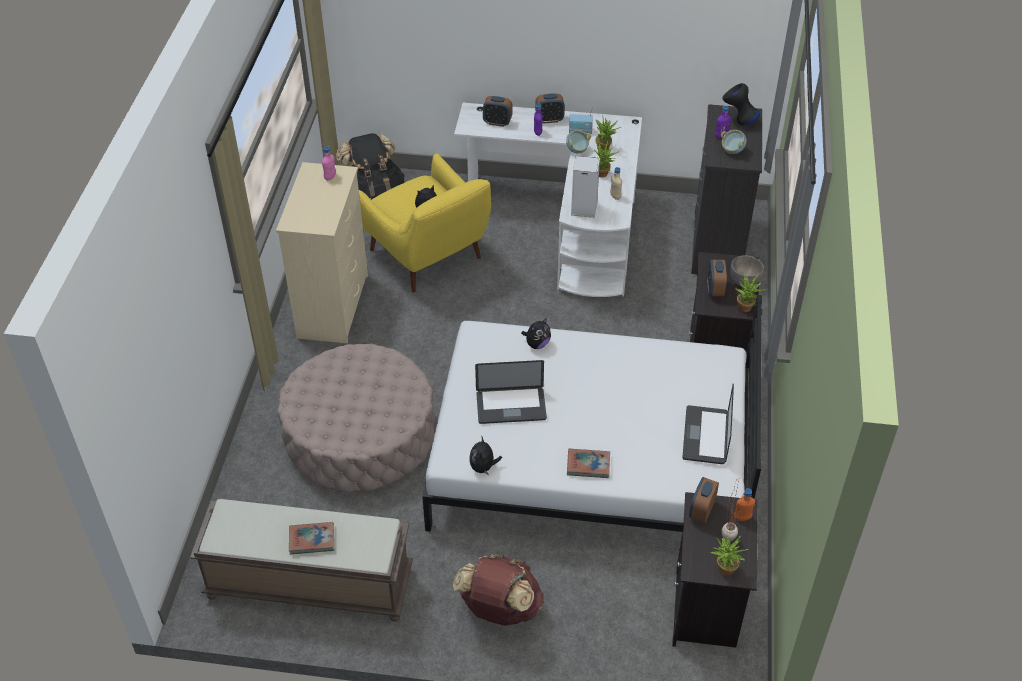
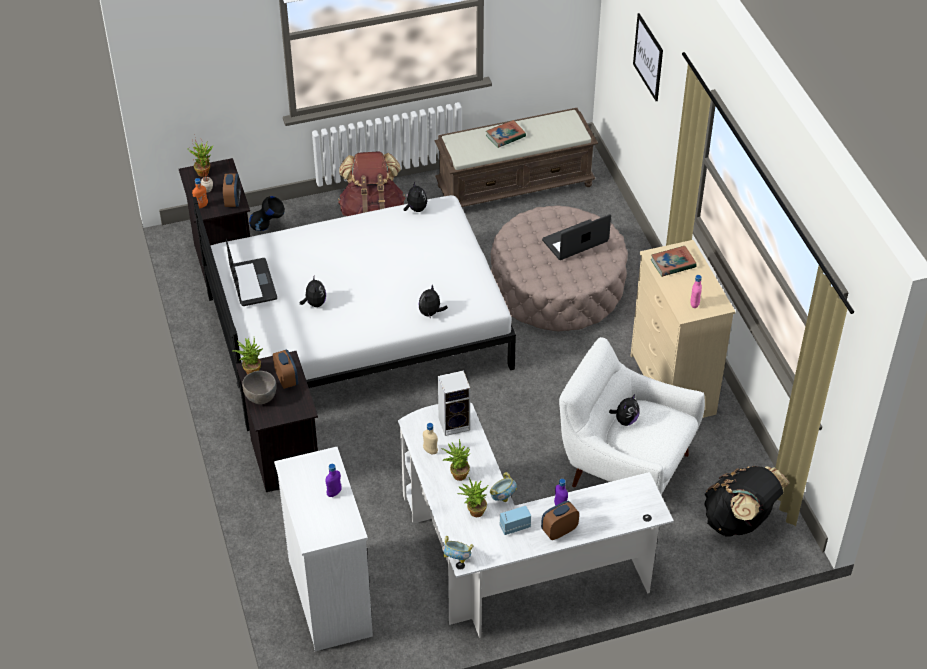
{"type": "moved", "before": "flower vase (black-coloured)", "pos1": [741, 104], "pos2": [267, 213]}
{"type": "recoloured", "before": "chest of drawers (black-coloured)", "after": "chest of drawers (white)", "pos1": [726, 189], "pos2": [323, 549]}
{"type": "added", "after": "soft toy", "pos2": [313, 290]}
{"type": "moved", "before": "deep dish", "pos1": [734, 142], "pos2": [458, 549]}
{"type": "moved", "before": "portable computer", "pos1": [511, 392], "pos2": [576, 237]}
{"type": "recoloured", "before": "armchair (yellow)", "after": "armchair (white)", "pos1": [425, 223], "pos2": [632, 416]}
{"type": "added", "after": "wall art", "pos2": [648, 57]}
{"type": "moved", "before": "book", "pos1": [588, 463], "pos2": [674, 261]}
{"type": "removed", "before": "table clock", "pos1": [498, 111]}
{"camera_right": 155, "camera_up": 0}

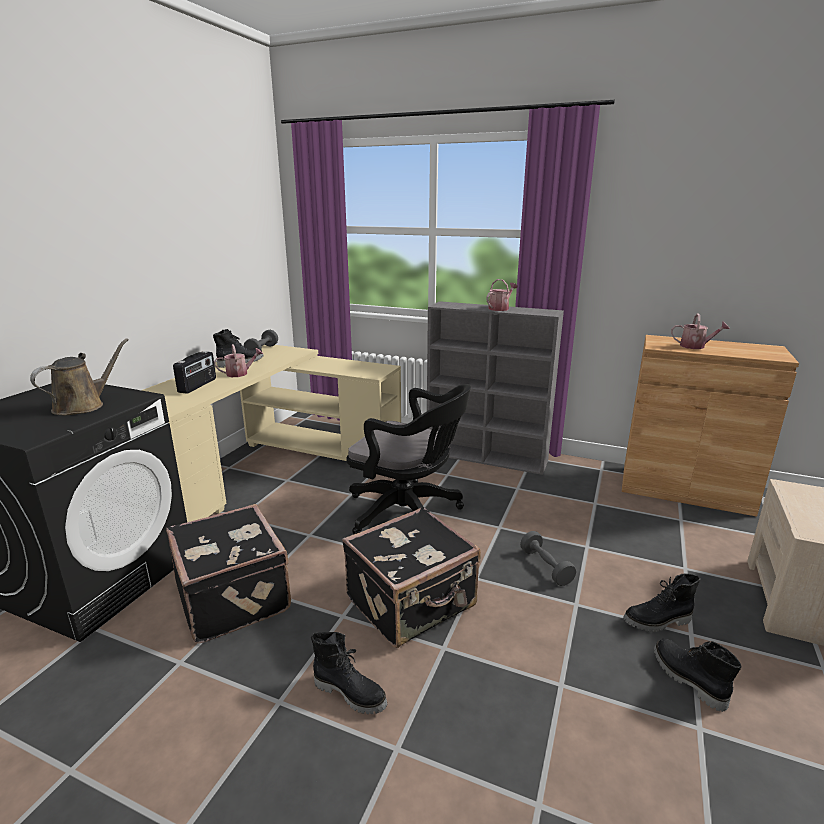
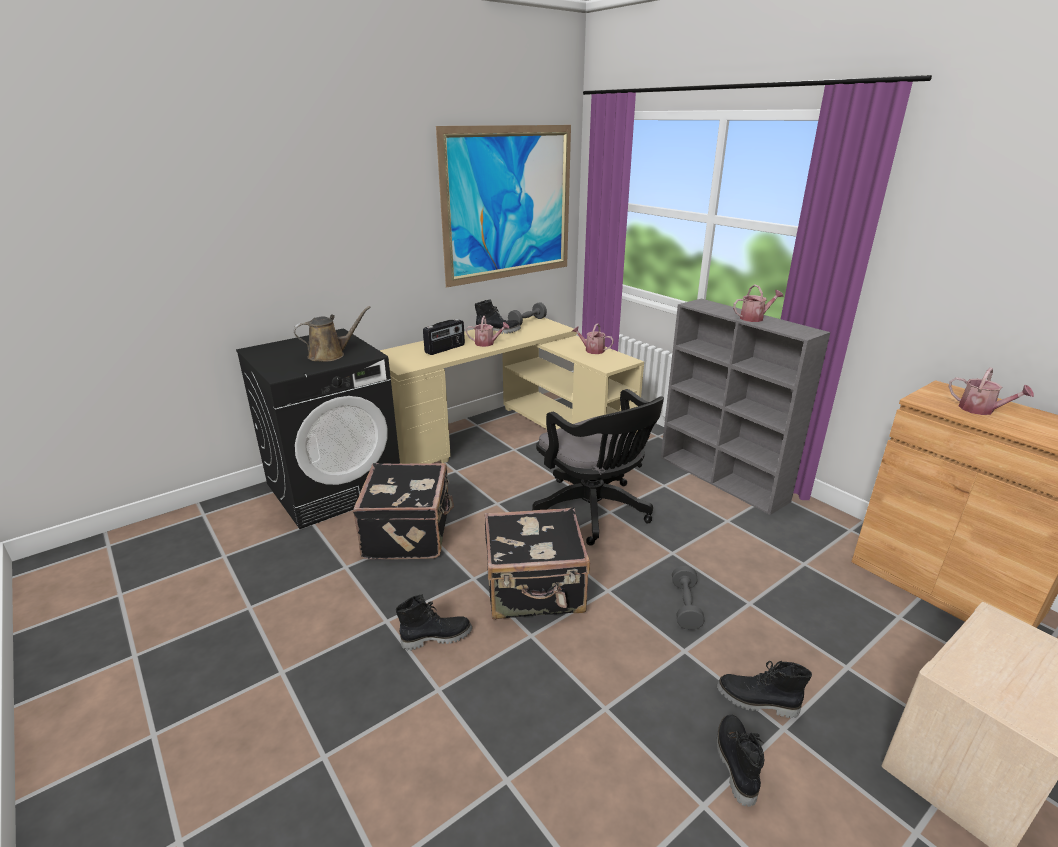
{"type": "turned", "before": "high-top boot (black-coloured)", "pos1": [349, 673], "pos2": [434, 622], "turn": -75}
{"type": "added", "after": "wall art", "pos2": [503, 206]}
{"type": "added", "after": "sprinkling can", "pos2": [593, 338]}
{"camera_right": 30, "camera_up": 5}

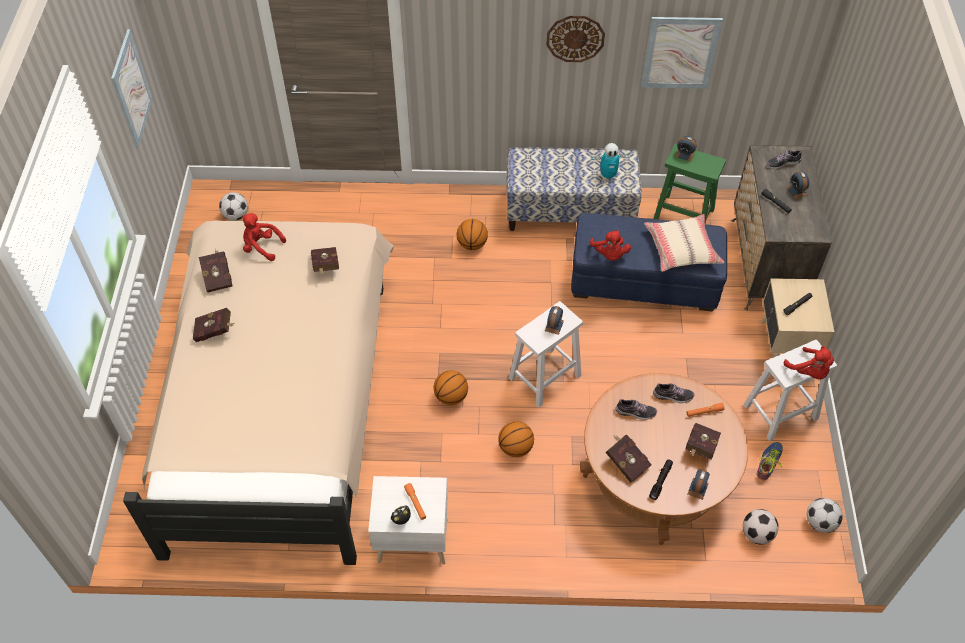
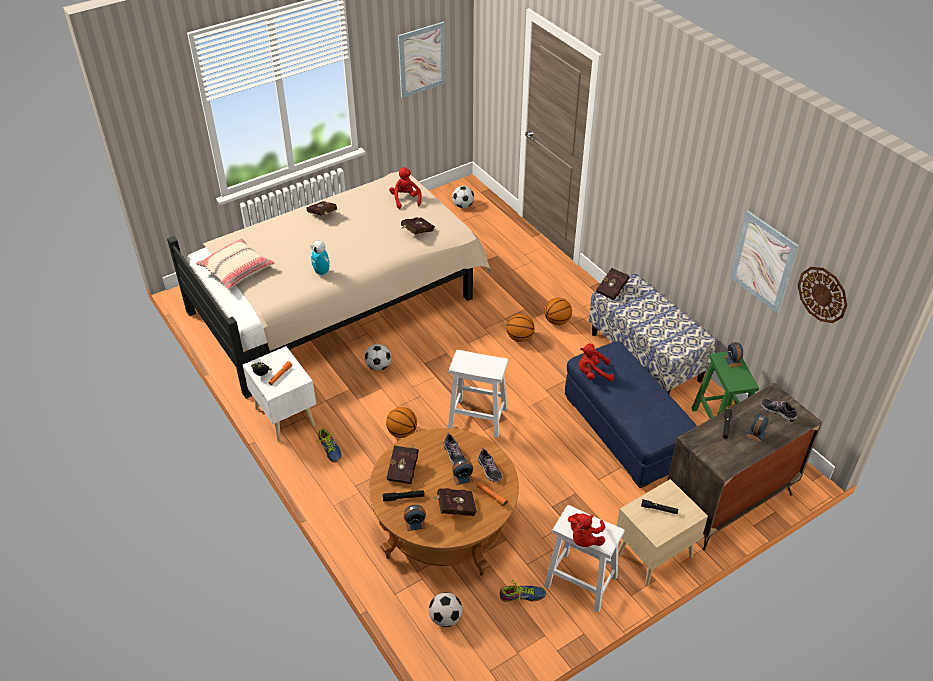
{"type": "moved", "before": "cushion (sand-coloured)", "pos1": [684, 243], "pos2": [235, 264]}
{"type": "moved", "before": "robot figure", "pos1": [610, 161], "pos2": [320, 259]}
{"type": "added", "after": "shoe", "pos2": [328, 445]}
{"type": "moved", "before": "football", "pos1": [825, 515], "pos2": [378, 357]}
{"type": "moved", "before": "table clock", "pos1": [554, 320], "pos2": [462, 472]}
{"type": "moved", "before": "basketball ball", "pos1": [451, 387], "pos2": [520, 328]}
{"type": "turned", "before": "soft toy (reddish)", "pos1": [610, 245], "pos2": [596, 362], "turn": 45}
{"type": "moved", "before": "book (reddish)", "pos1": [215, 271], "pos2": [613, 284]}
{"type": "moved", "before": "wall clock", "pos1": [575, 38], "pos2": [823, 295]}
{"camera_right": 55, "camera_up": -10}

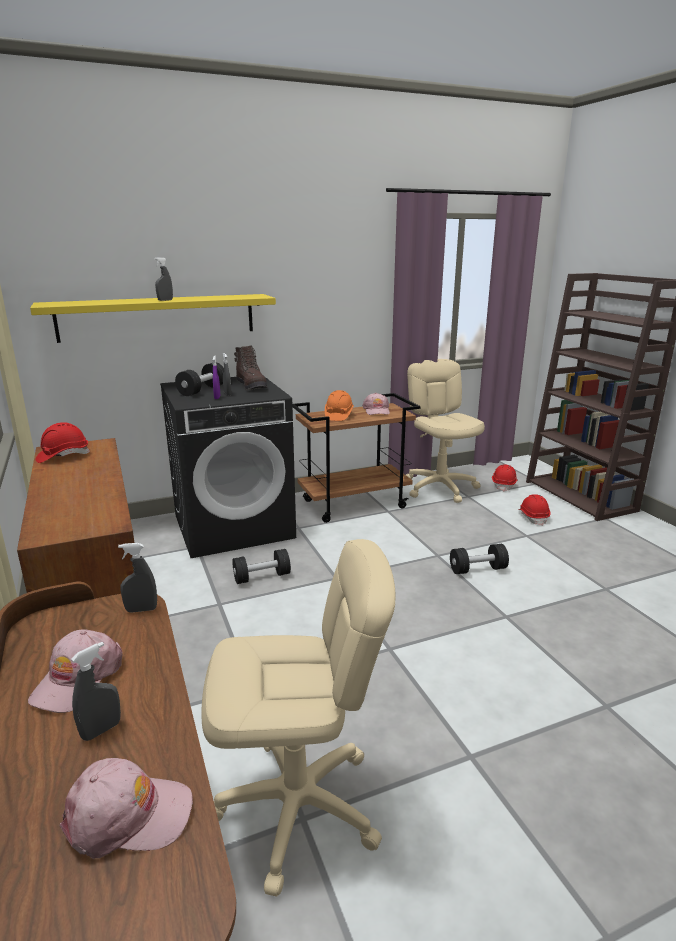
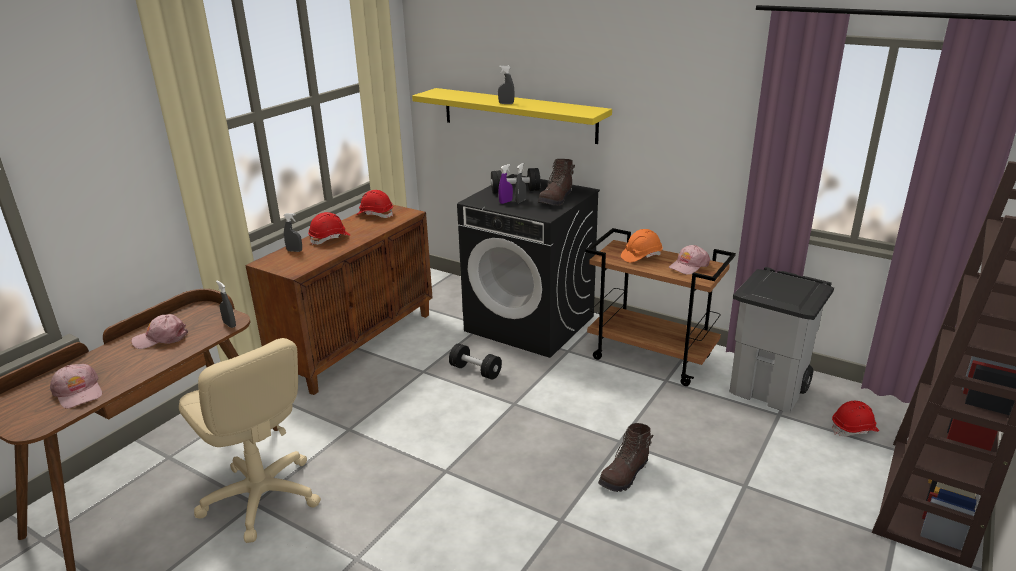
{"type": "moved", "before": "spray bottle (gray)", "pos1": [96, 691], "pos2": [292, 232]}
{"type": "moved", "before": "work helmet (reddish)", "pos1": [534, 510], "pos2": [329, 229]}
{"type": "replaced", "before": "free weight (black-coloured)", "after": "high-top boot (brown-coloured)", "pos1": [479, 559], "pos2": [625, 457]}
{"type": "replaced", "before": "computer chair (sand-coloured)", "after": "rubbish bin (gray)", "pos1": [445, 431], "pos2": [782, 339]}
{"camera_right": 55, "camera_up": 5}

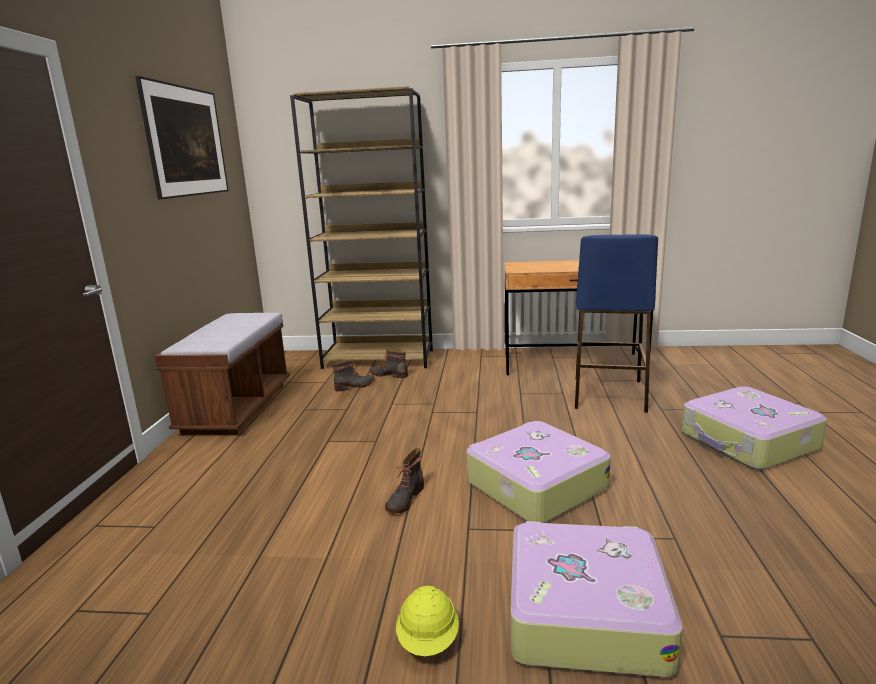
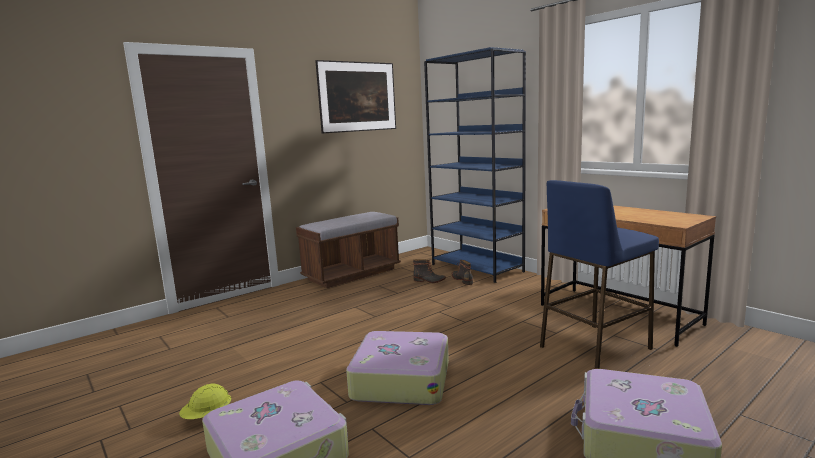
{"type": "recoloured", "before": "shelving unit (brown-coloured)", "after": "shelving unit (blue)", "pos1": [361, 227], "pos2": [475, 165]}
{"type": "removed", "before": "high-top boot", "pos1": [404, 480]}
{"camera_right": 45, "camera_up": -5}

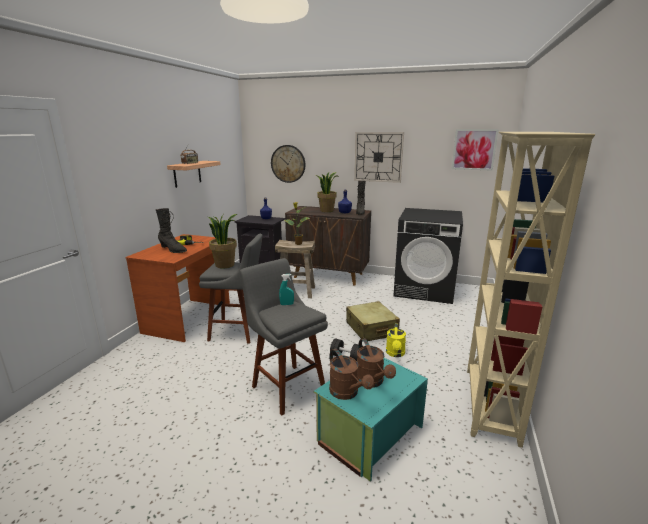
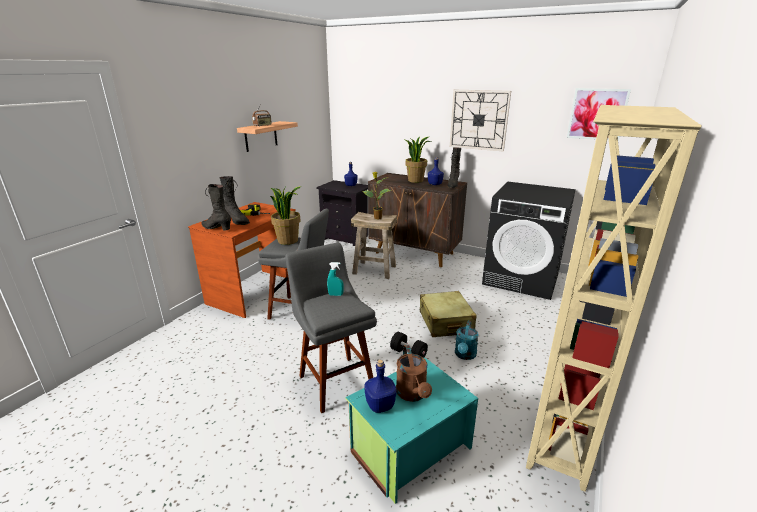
{"type": "added", "after": "high-top boot (black-coloured)", "pos2": [216, 207]}
{"type": "replaced", "before": "sprinkling can (brown-coloured)", "after": "drink bottle (blue)", "pos1": [351, 374], "pos2": [380, 386]}
{"type": "recoloured", "before": "sprinkling can (yellow)", "after": "sprinkling can (turquoise-coloured)", "pos1": [396, 340], "pos2": [467, 340]}
{"type": "removed", "before": "wall clock", "pos1": [288, 164]}
{"camera_right": 10, "camera_up": 5}

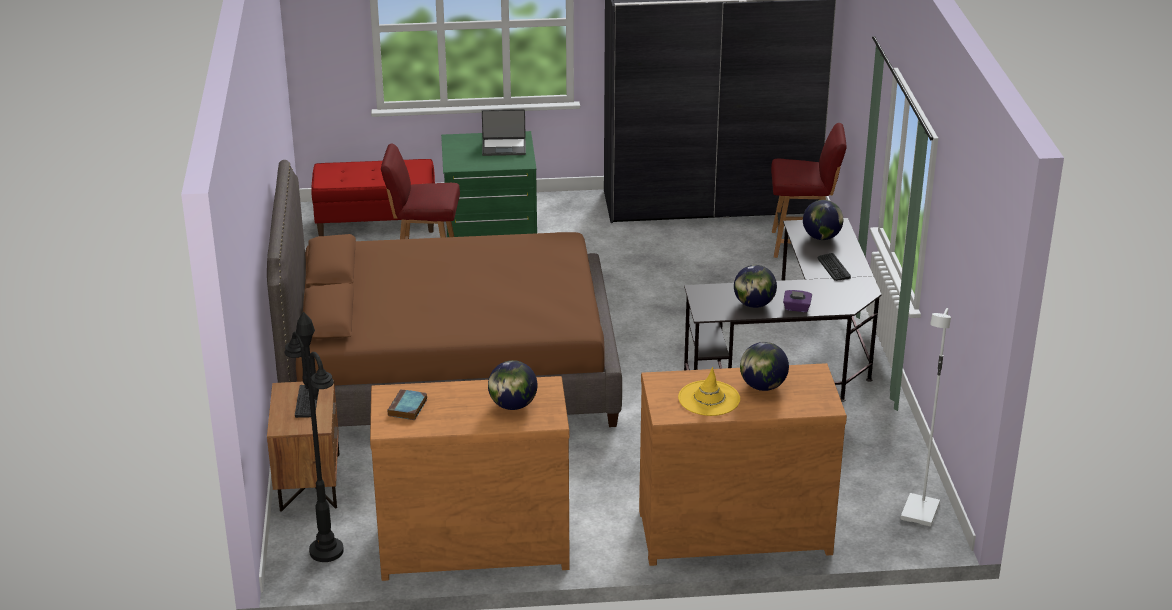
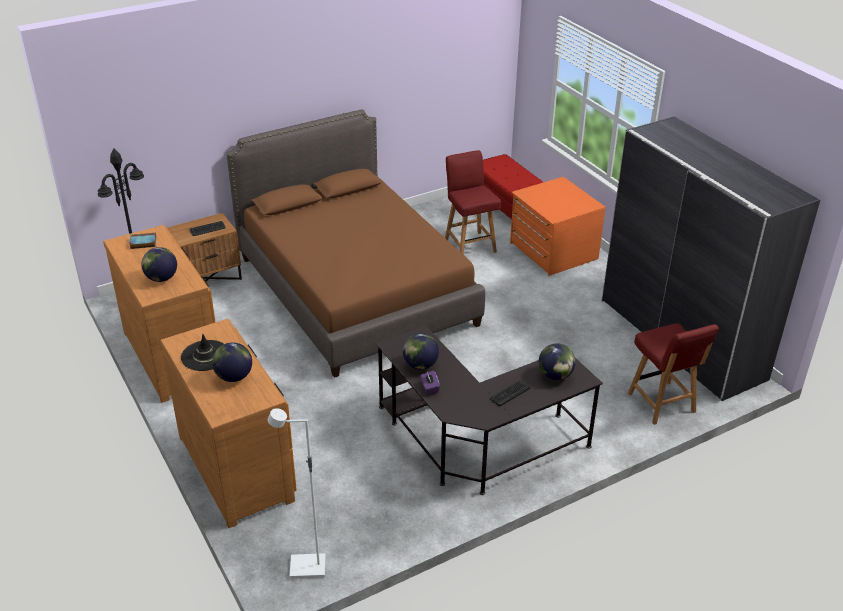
{"type": "recoloured", "before": "hat (yellow)", "after": "hat (black-coloured)", "pos1": [709, 391], "pos2": [202, 352]}
{"type": "recoloured", "before": "chest of drawers (green)", "after": "chest of drawers (orange-coloured)", "pos1": [489, 184], "pos2": [558, 226]}
{"type": "removed", "before": "portable computer", "pos1": [504, 132]}
{"camera_right": 65, "camera_up": 5}

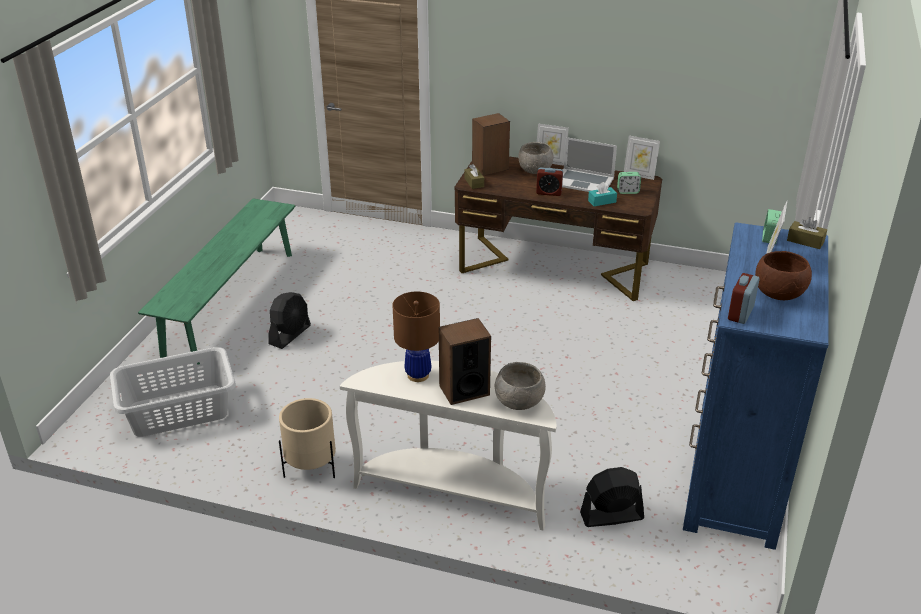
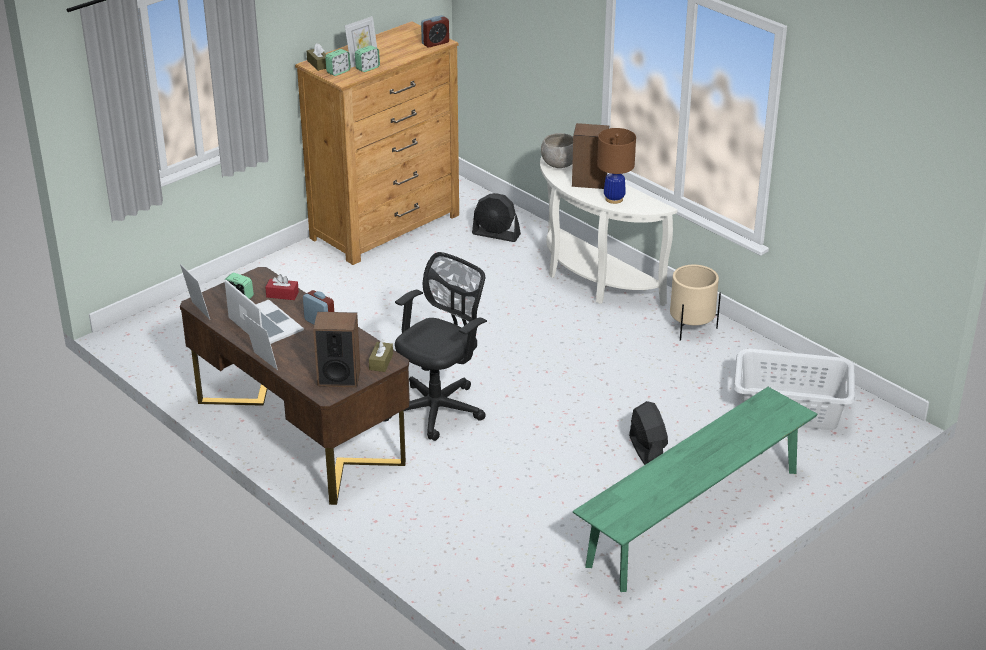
{"type": "recoloured", "before": "tissue box (turquoise-coloured)", "after": "tissue box (reddish)", "pos1": [602, 194], "pos2": [282, 287]}
{"type": "recoloured", "before": "chest of drawers (blue)", "after": "chest of drawers (brown-coloured)", "pos1": [756, 386], "pos2": [377, 143]}
{"type": "added", "after": "table clock", "pos2": [367, 58]}
{"type": "added", "after": "computer chair (black-coloured)", "pos2": [435, 346]}
{"type": "turned", "before": "cooling fan (black-coloured)", "pos1": [290, 320], "pos2": [648, 433], "turn": 105}
{"type": "removed", "before": "deep dish (gray)", "pos1": [535, 158]}
{"type": "removed", "before": "deep dish (brown-coloured)", "pos1": [783, 275]}
{"camera_right": -150, "camera_up": 0}

